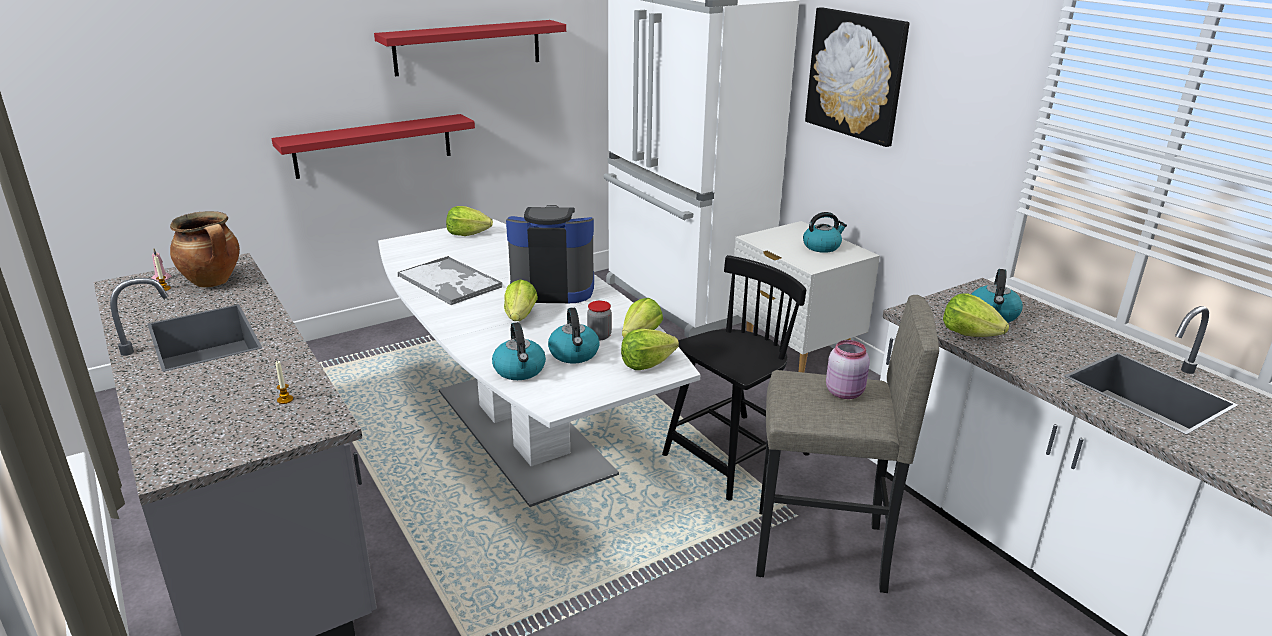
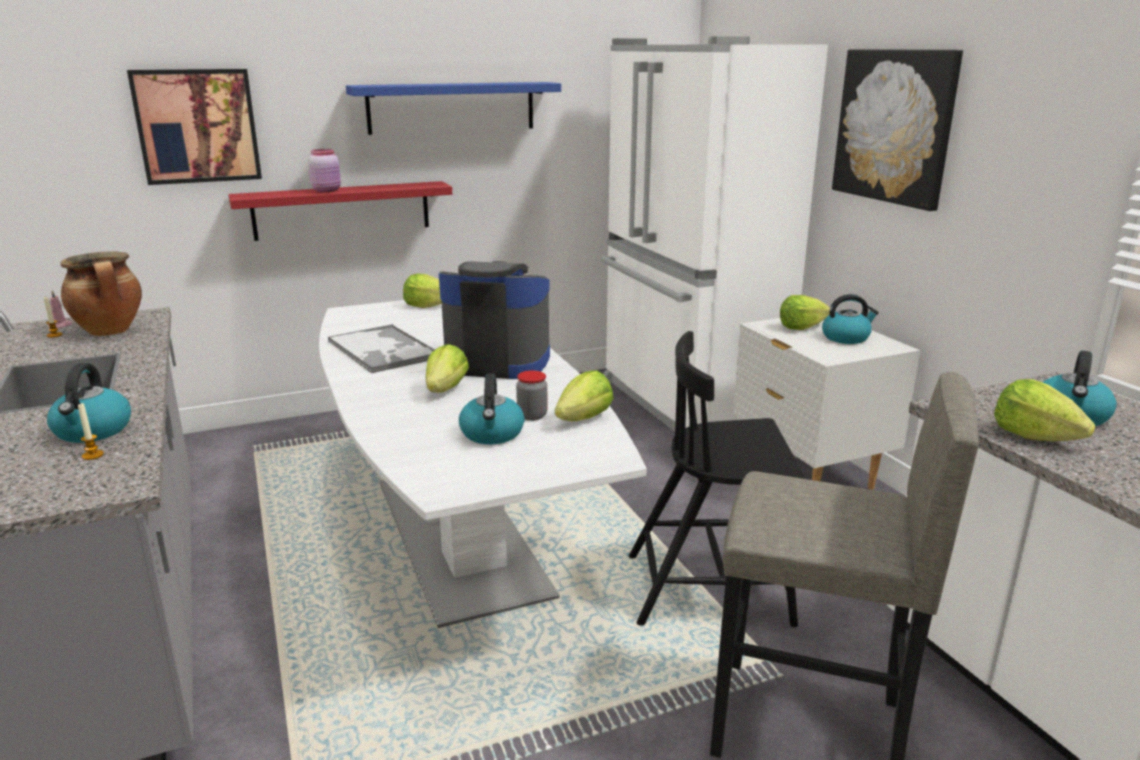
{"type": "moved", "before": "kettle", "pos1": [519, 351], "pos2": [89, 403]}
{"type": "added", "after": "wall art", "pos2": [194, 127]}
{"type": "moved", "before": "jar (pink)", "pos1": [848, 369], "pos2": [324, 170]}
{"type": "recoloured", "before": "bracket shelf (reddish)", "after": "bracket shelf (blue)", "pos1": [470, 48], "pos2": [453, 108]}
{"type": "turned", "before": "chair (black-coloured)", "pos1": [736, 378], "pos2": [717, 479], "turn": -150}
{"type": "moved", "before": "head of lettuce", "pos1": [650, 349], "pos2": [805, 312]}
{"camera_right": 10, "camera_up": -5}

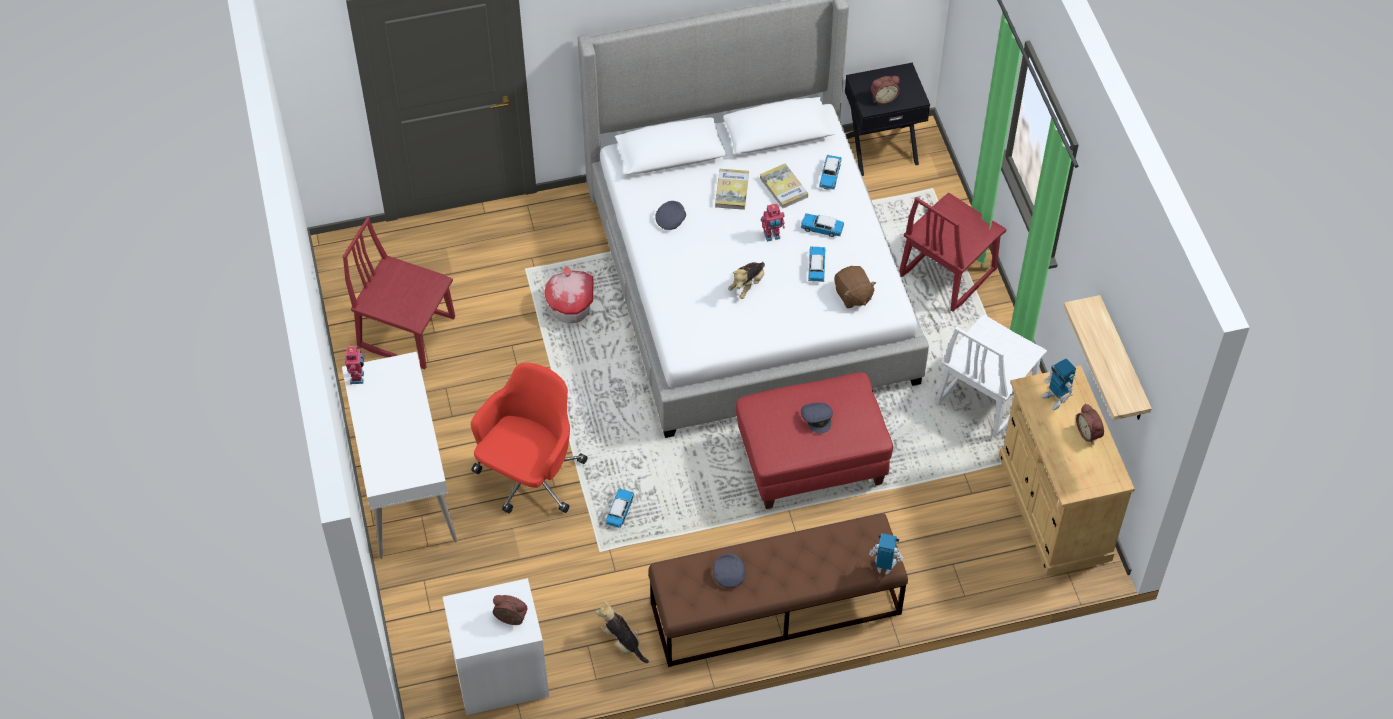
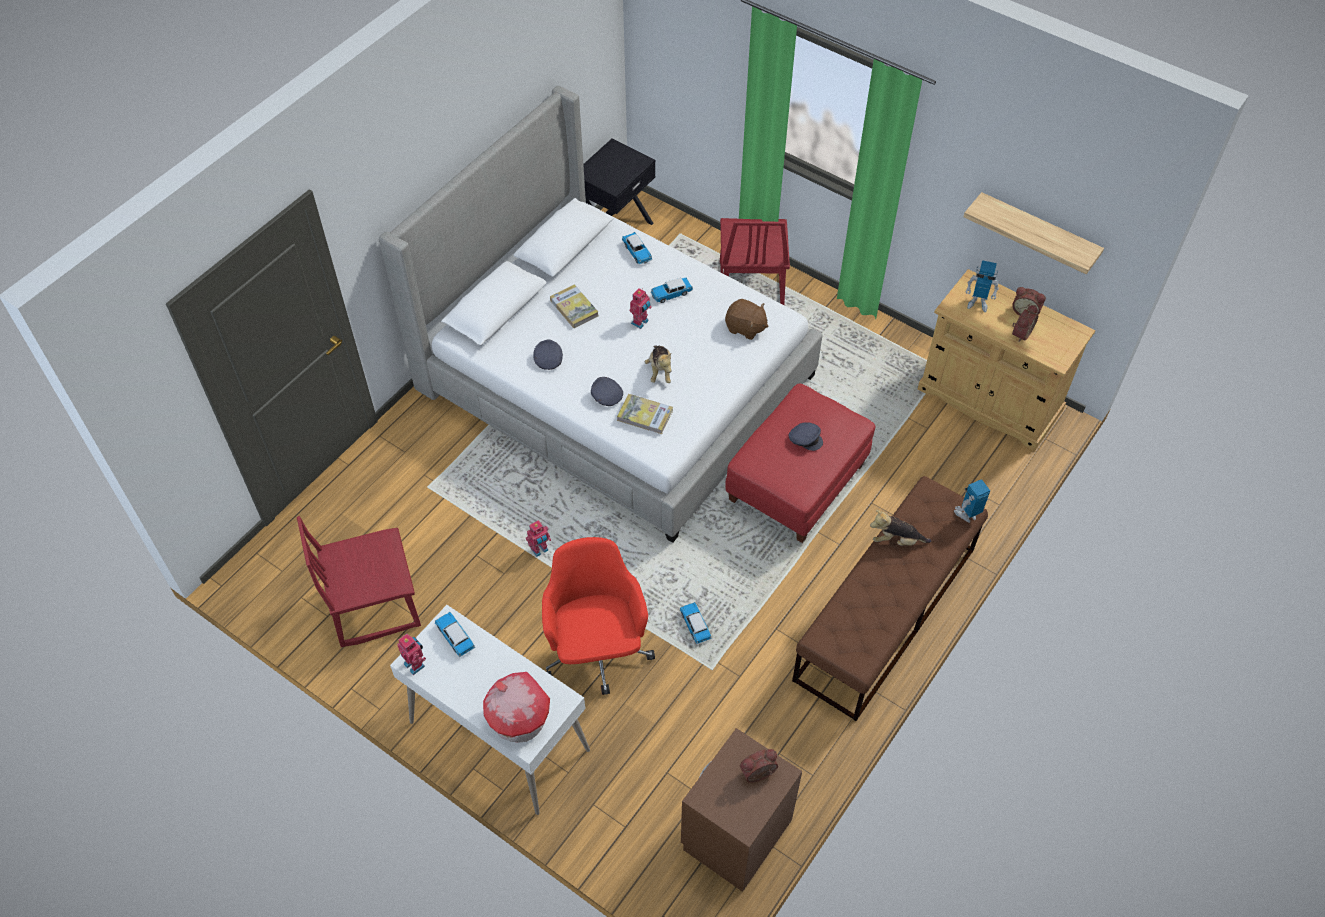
{"type": "moved", "before": "toy car", "pos1": [817, 264], "pos2": [455, 634]}
{"type": "moved", "before": "model house", "pos1": [568, 295], "pos2": [516, 707]}
{"type": "added", "after": "robot figure", "pos2": [538, 538]}
{"type": "moved", "before": "peaked cap (gray)", "pos1": [729, 570], "pos2": [607, 391]}
{"type": "moved", "before": "book", "pos1": [784, 186], "pos2": [645, 414]}
{"type": "recoloured", "before": "bedside table (white)", "after": "bedside table (brown-coloured)", "pos1": [496, 646], "pos2": [741, 810]}
{"type": "moved", "before": "soft toy", "pos1": [622, 632], "pos2": [900, 528]}
{"type": "moved", "before": "table clock", "pos1": [885, 90], "pos2": [1025, 323]}
{"type": "removed", "before": "chair (white)", "pos1": [991, 376]}
{"camera_right": -40, "camera_up": 0}

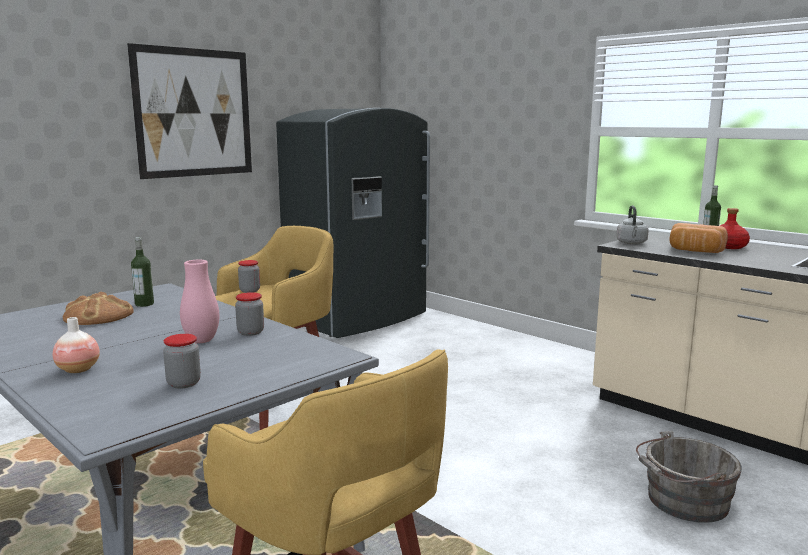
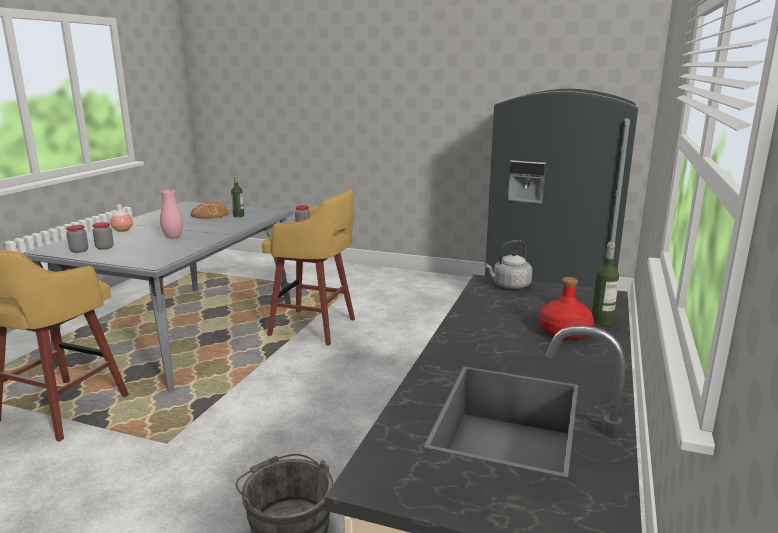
{"type": "moved", "before": "jar", "pos1": [249, 314], "pos2": [77, 239]}
{"type": "removed", "before": "wall art", "pos1": [189, 111]}
{"type": "removed", "before": "baked bread", "pos1": [698, 238]}
{"camera_right": 65, "camera_up": 5}

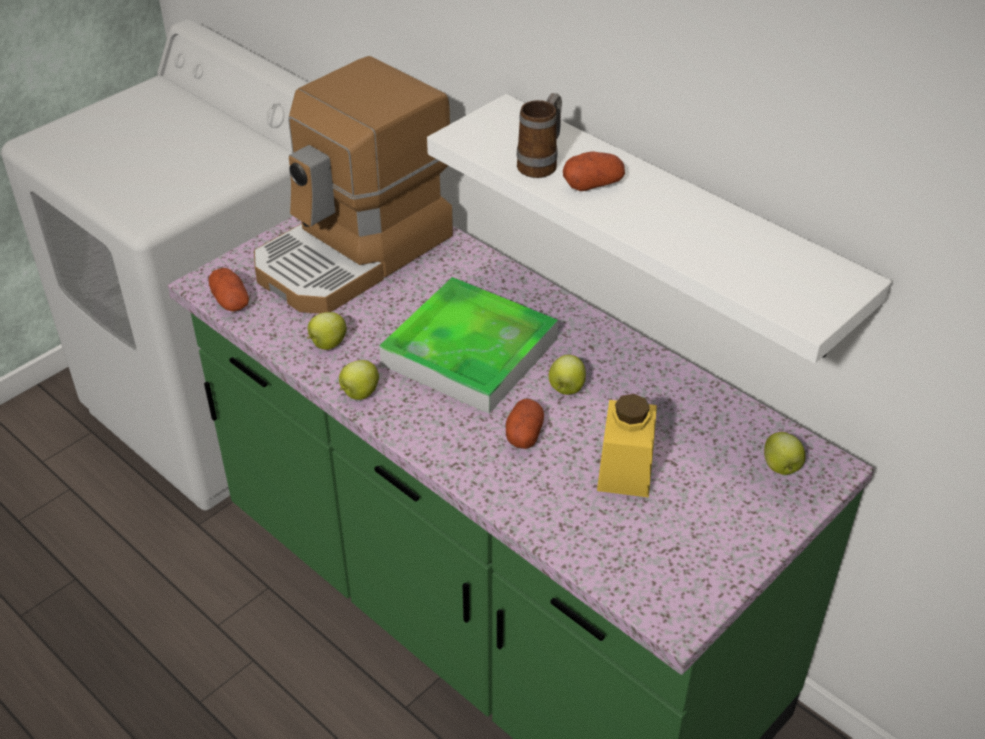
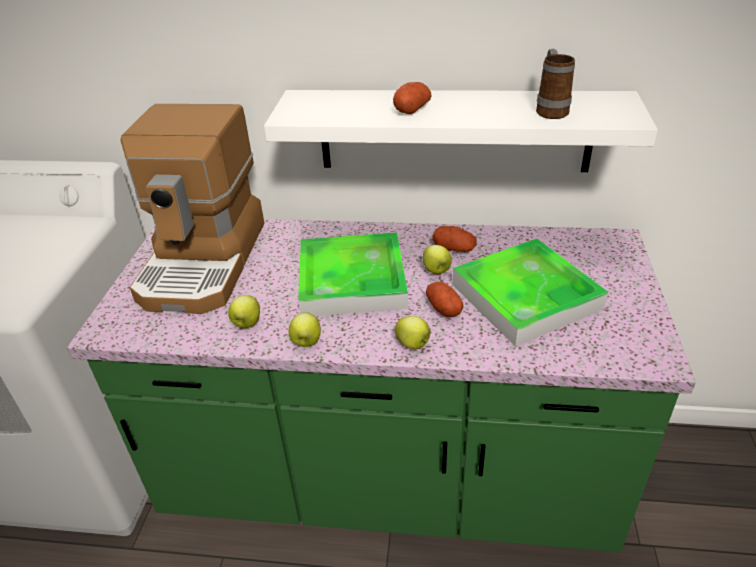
{"type": "moved", "before": "whole apple", "pos1": [785, 453], "pos2": [412, 332]}
{"type": "moved", "before": "whole potato", "pos1": [229, 290], "pos2": [455, 239]}
{"type": "replaced", "before": "jar (yellow)", "after": "tray", "pos1": [627, 446], "pos2": [530, 292]}
{"type": "moved", "before": "tea mug", "pos1": [539, 135], "pos2": [555, 84]}
{"camera_right": -35, "camera_up": -5}

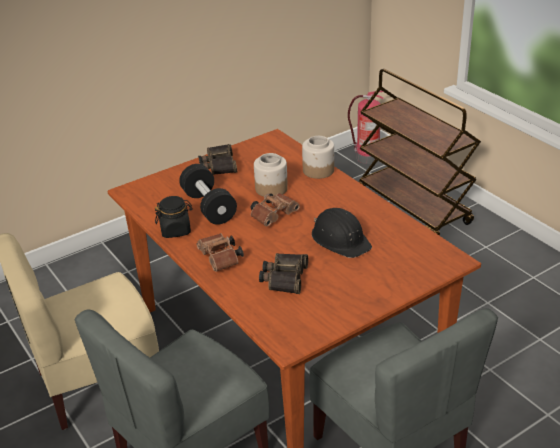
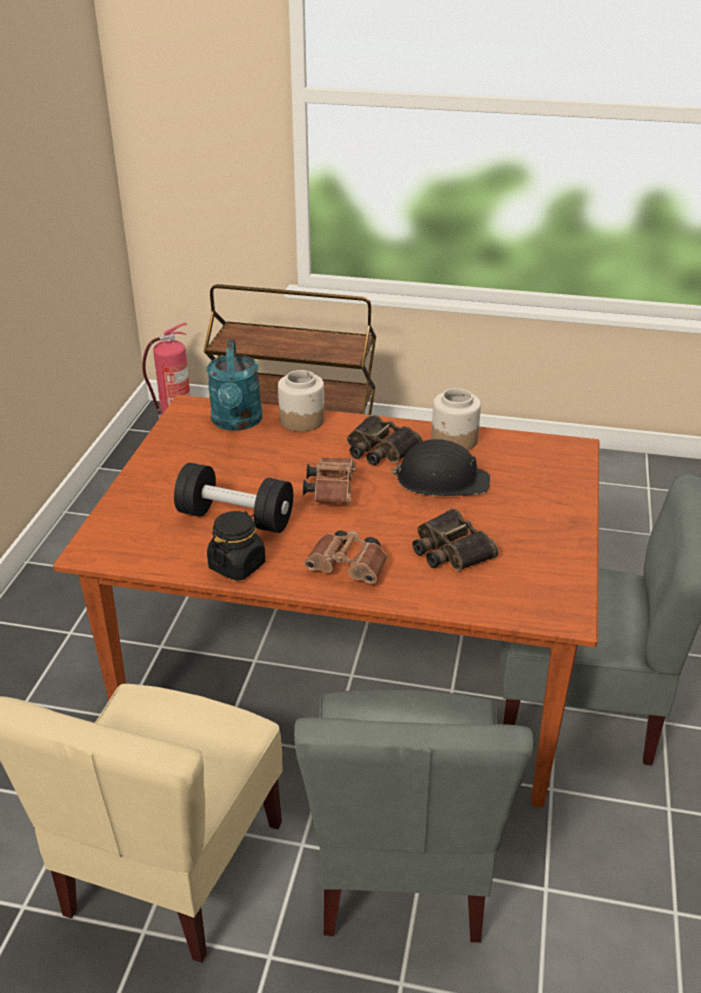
{"type": "added", "after": "sprinkling can (turquoise-coloured)", "pos2": [234, 385]}
{"type": "moved", "before": "binoculars", "pos1": [217, 159], "pos2": [384, 440]}
{"type": "moved", "before": "jar", "pos1": [271, 175], "pos2": [456, 419]}
{"camera_right": -45, "camera_up": 0}

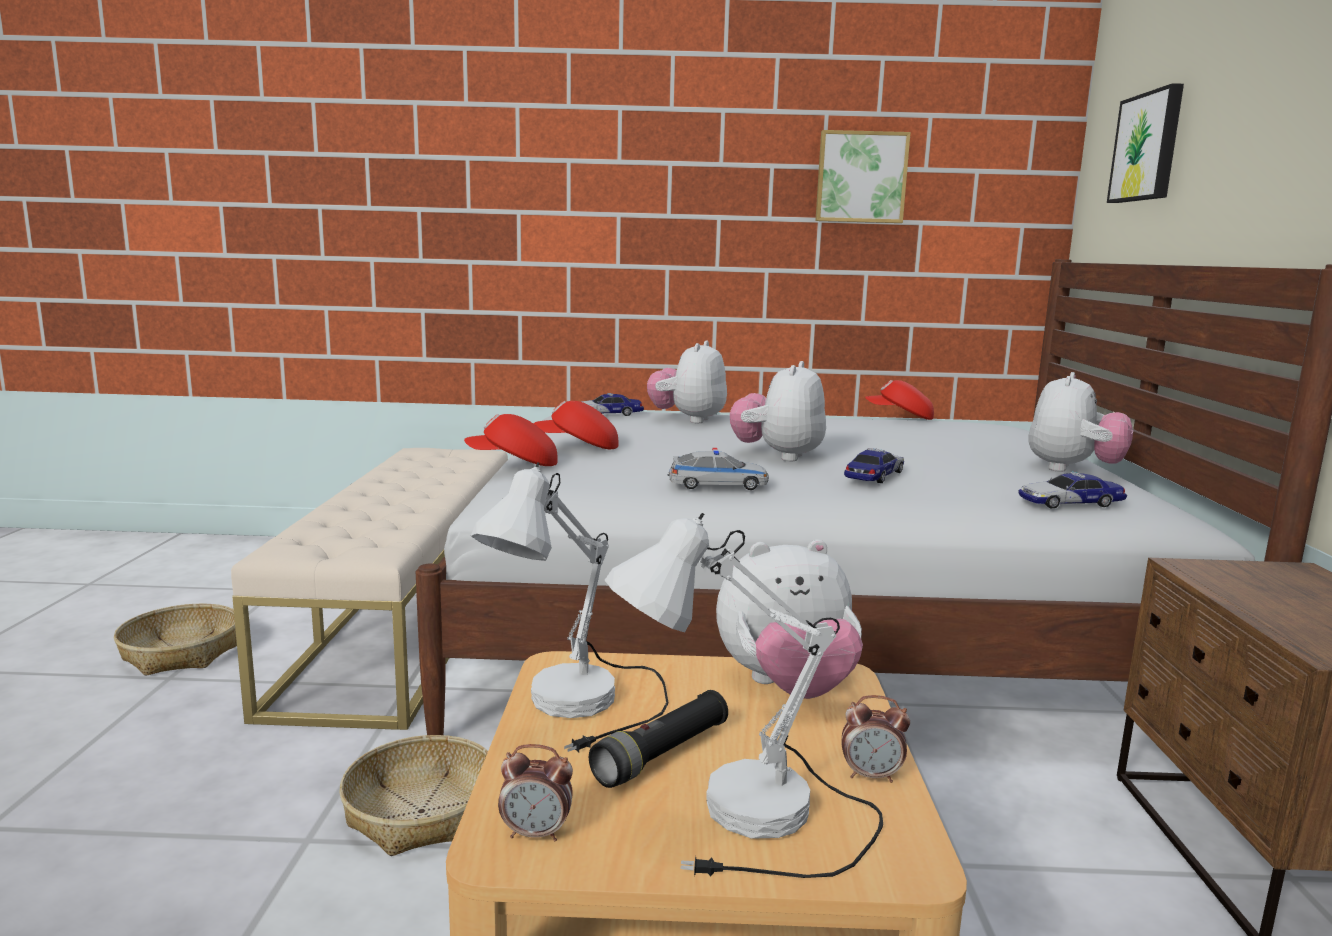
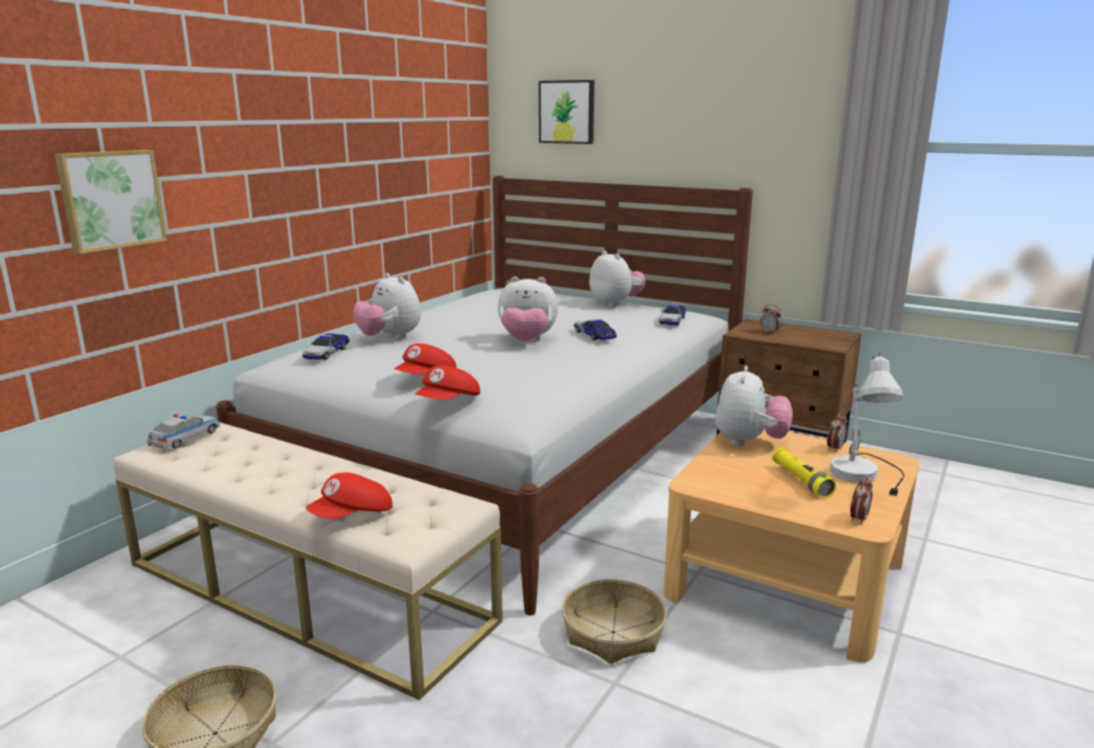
{"type": "moved", "before": "wall art", "pos1": [863, 176], "pos2": [111, 202]}
{"type": "moved", "before": "toy car", "pos1": [718, 469], "pos2": [183, 431]}
{"type": "moved", "before": "peaked cap (reddish)", "pos1": [899, 400], "pos2": [349, 495]}
{"type": "turned", "before": "soft toy", "pos1": [778, 411], "pos2": [528, 308], "turn": -45}
{"type": "added", "after": "table clock", "pos2": [771, 319]}
{"type": "recoloured", "before": "hand torch (black-coloured)", "after": "hand torch (yellow)", "pos1": [658, 739], "pos2": [804, 473]}
{"type": "removed", "before": "tabletop lamp (white)", "pos1": [569, 607]}
{"camera_right": -60, "camera_up": 5}

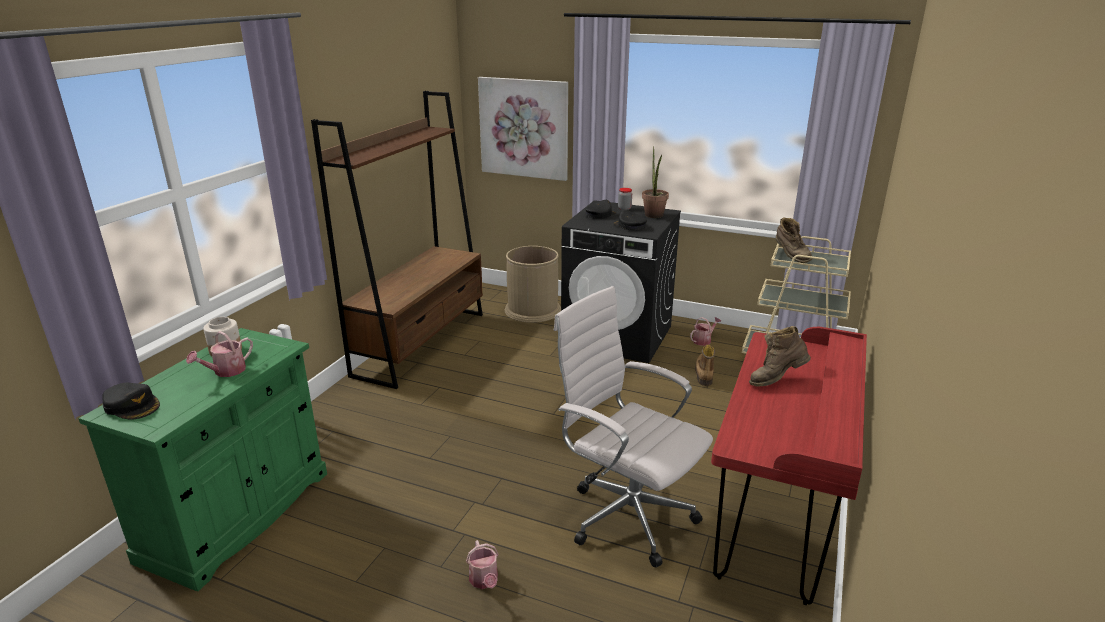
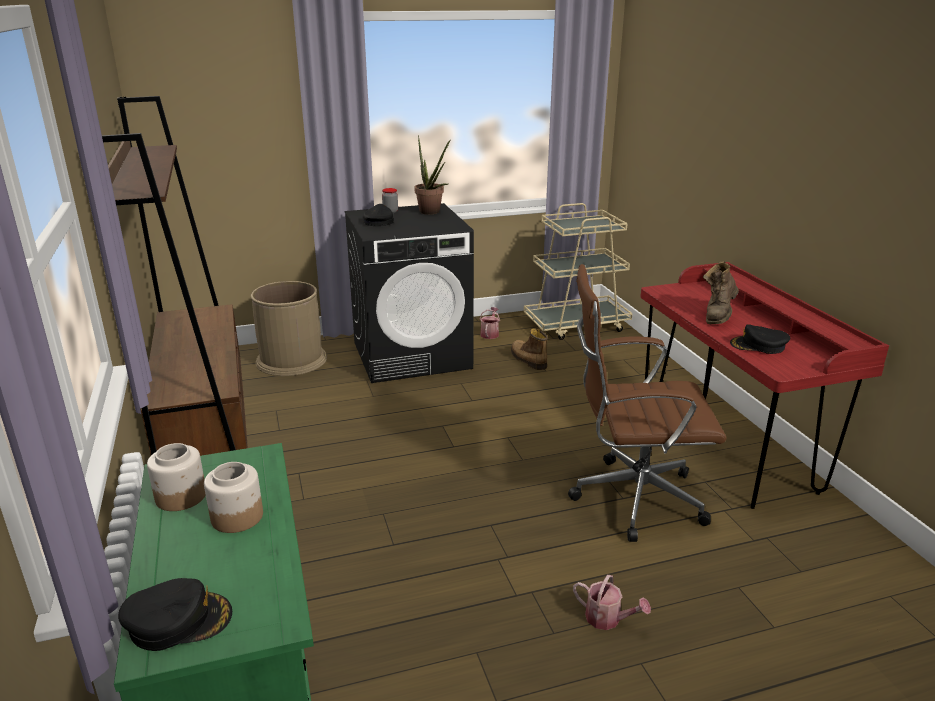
{"type": "replaced", "before": "sprinkling can", "after": "jar", "pos1": [219, 354], "pos2": [233, 497]}
{"type": "recoloured", "before": "computer chair (white)", "after": "computer chair (brown-coloured)", "pos1": [633, 427], "pos2": [647, 403]}
{"type": "moved", "before": "peaked cap (black-coloured)", "pos1": [630, 220], "pos2": [760, 339]}
{"type": "removed", "before": "wall art", "pos1": [523, 129]}
{"type": "removed", "before": "high-top boot (brown-coloured)", "pos1": [794, 240]}
{"camera_right": -40, "camera_up": 0}

